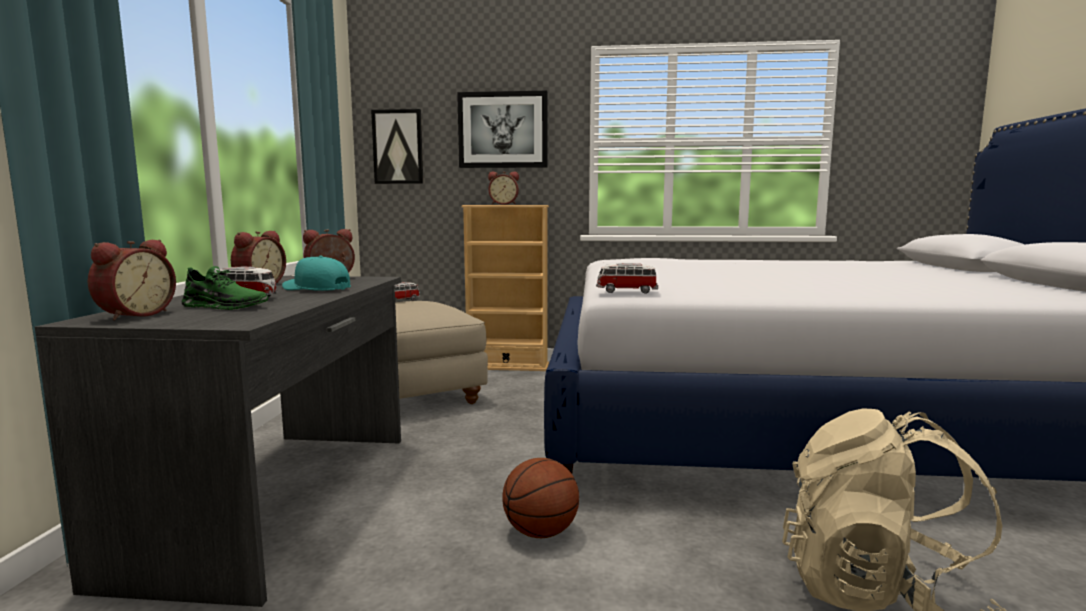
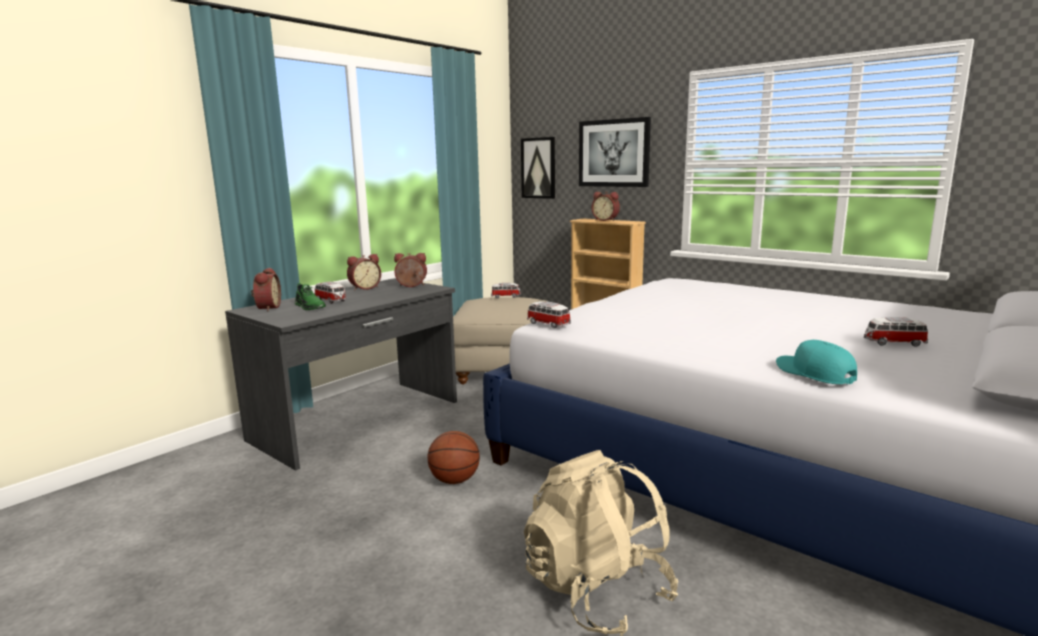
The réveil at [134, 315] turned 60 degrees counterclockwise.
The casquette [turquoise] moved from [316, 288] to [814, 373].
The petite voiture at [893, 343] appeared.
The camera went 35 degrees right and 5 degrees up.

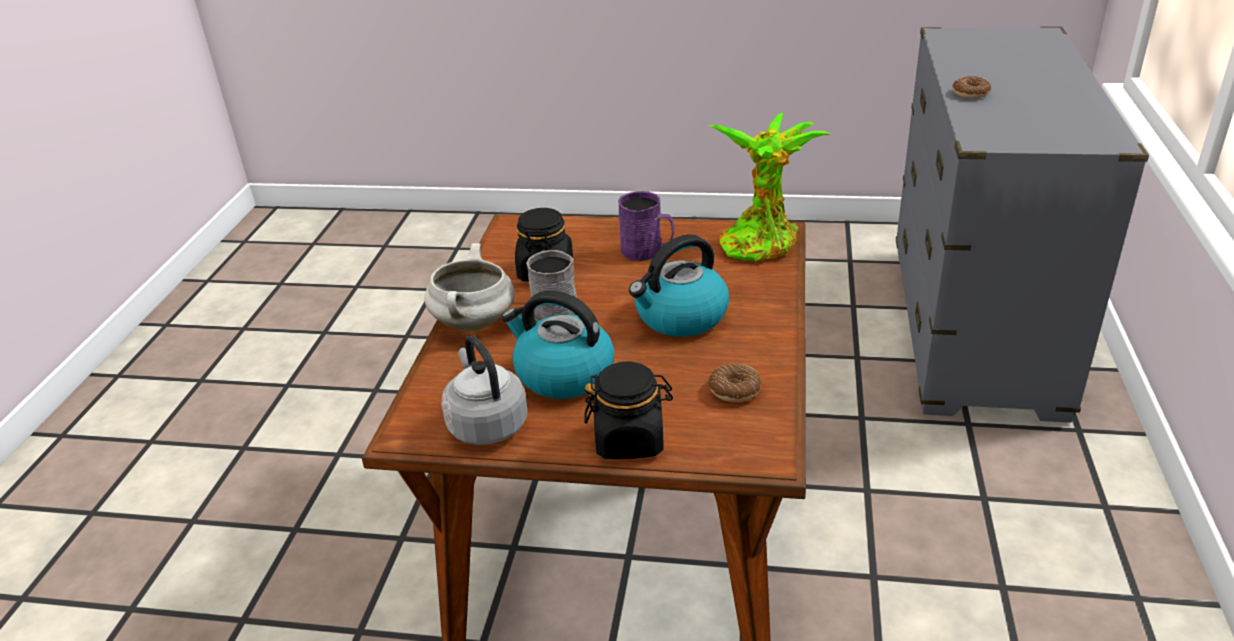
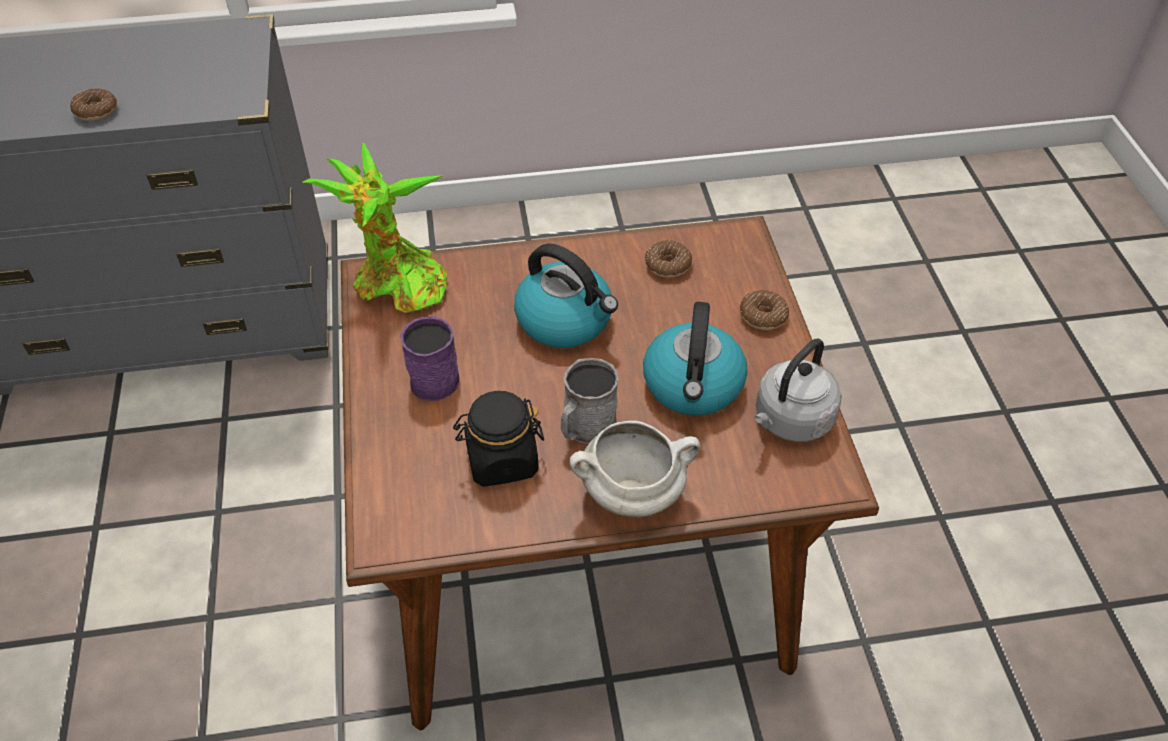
The bocal [noir] at [630, 440] was replaced by the beignet at [763, 316].
The camera went 110 degrees left and 15 degrees up.

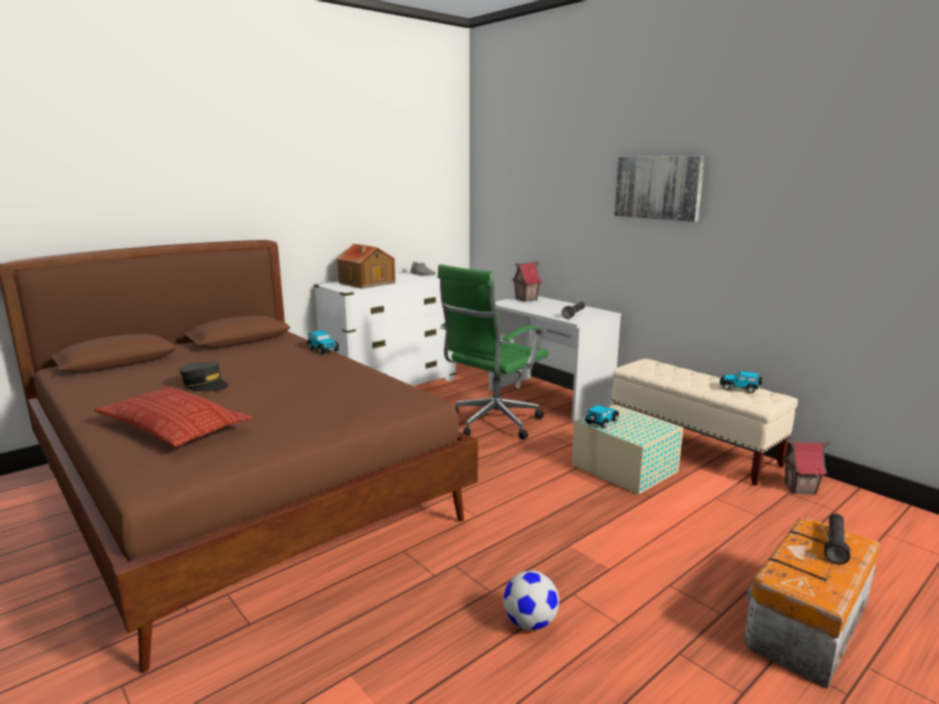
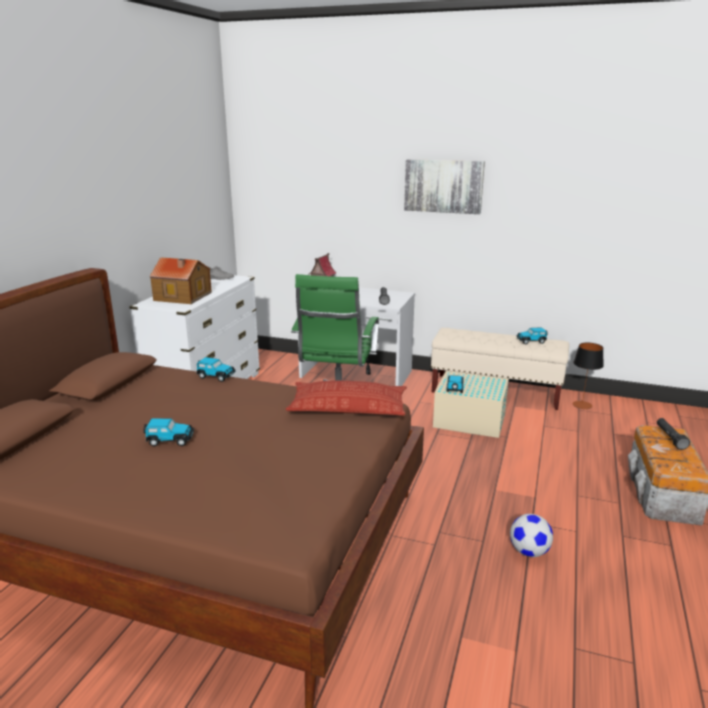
The casquette [gris] at [205, 385] was replaced by the petite voiture at [169, 440].
The coussin moved from [173, 425] to [347, 407].
The maison miniature at [800, 489] was replaced by the lampe de table at [582, 405].
The camera went 30 degrees left and 5 degrees up.

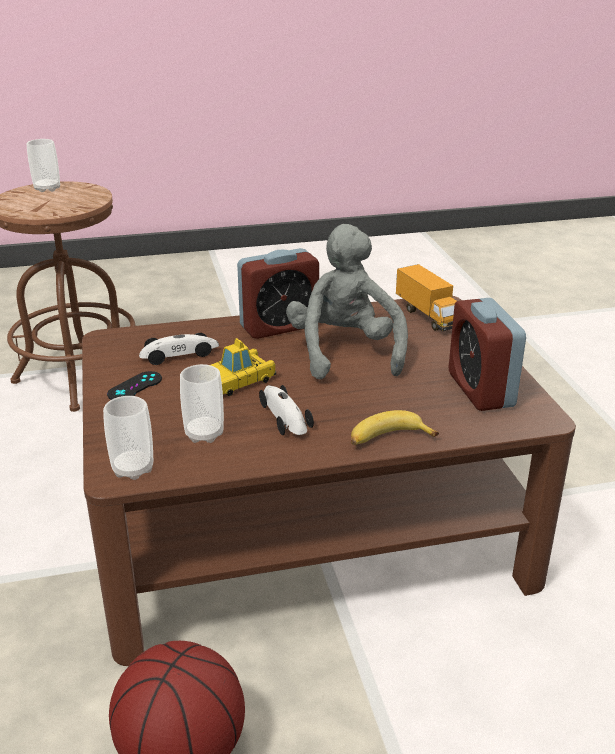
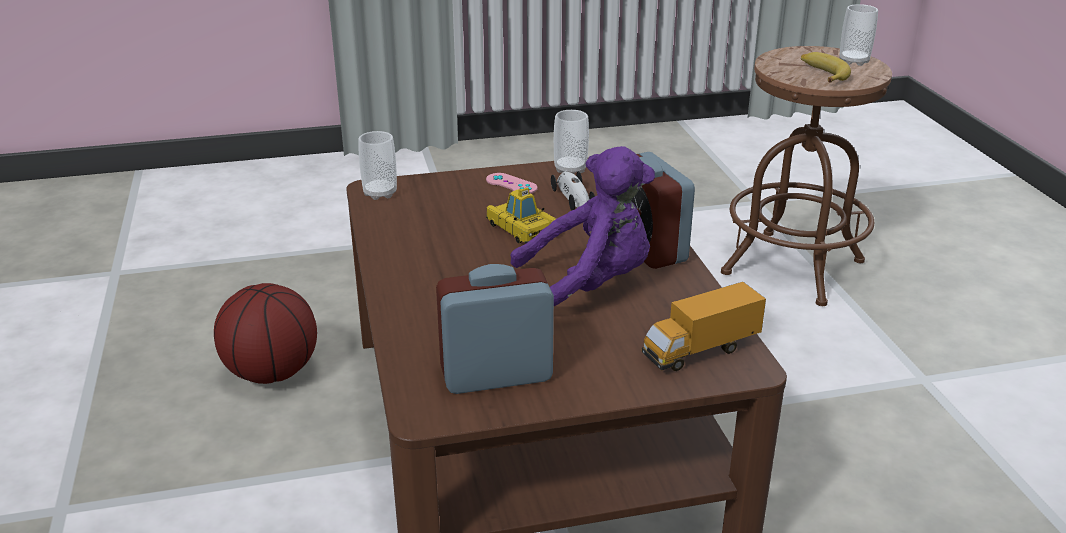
The peluche [gris] at [345, 352] became the peluche [violet] at [588, 287].
The tasse moved from [204, 434] to [570, 169].
The manette [noir] at [135, 386] became the manette [rose] at [511, 184].
The petite voiture at [283, 416] disappeared.
The banane moved from [388, 439] to [822, 74].
The camera went 90 degrees right and 0 degrees up.

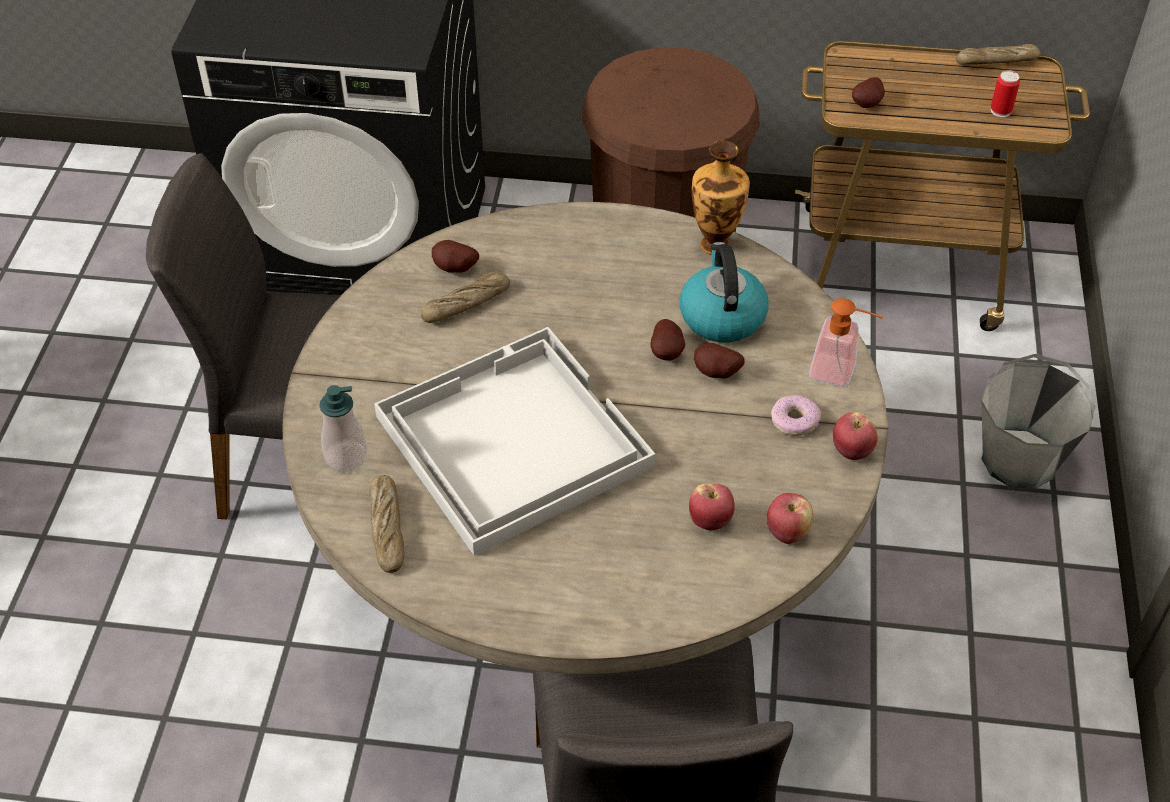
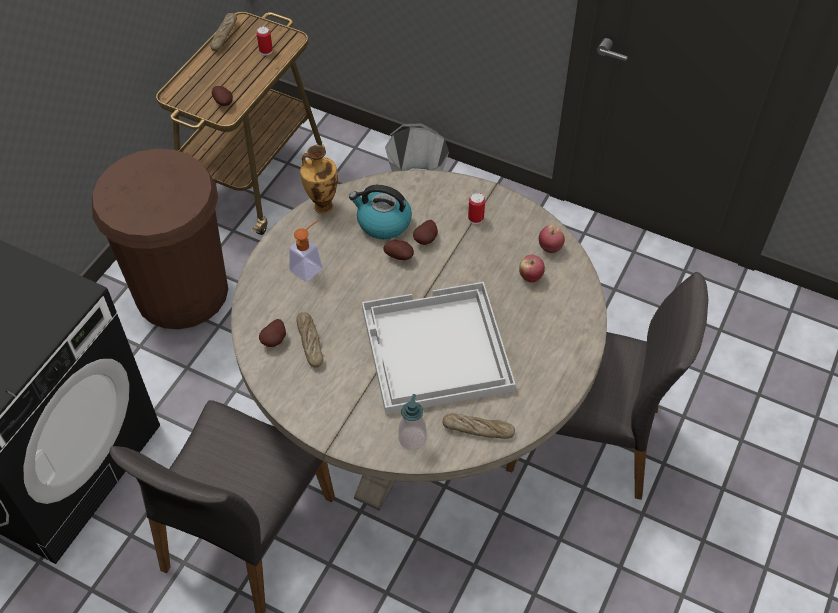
The distributeur de savon moved from [841, 373] to [310, 266].
The beignet at [794, 421] was replaced by the boîte métallique at [475, 218].
The pomme at [851, 451] disappeared.
The camera went 70 degrees left and 5 degrees up.

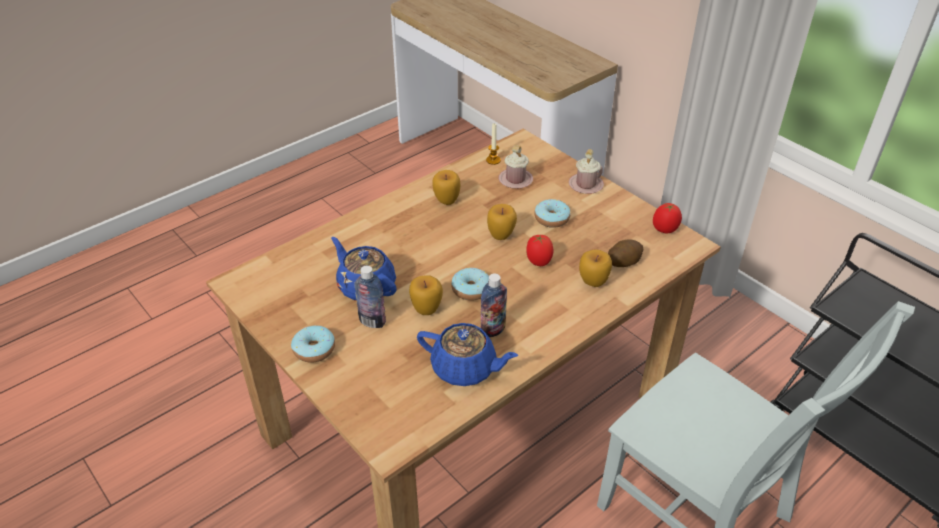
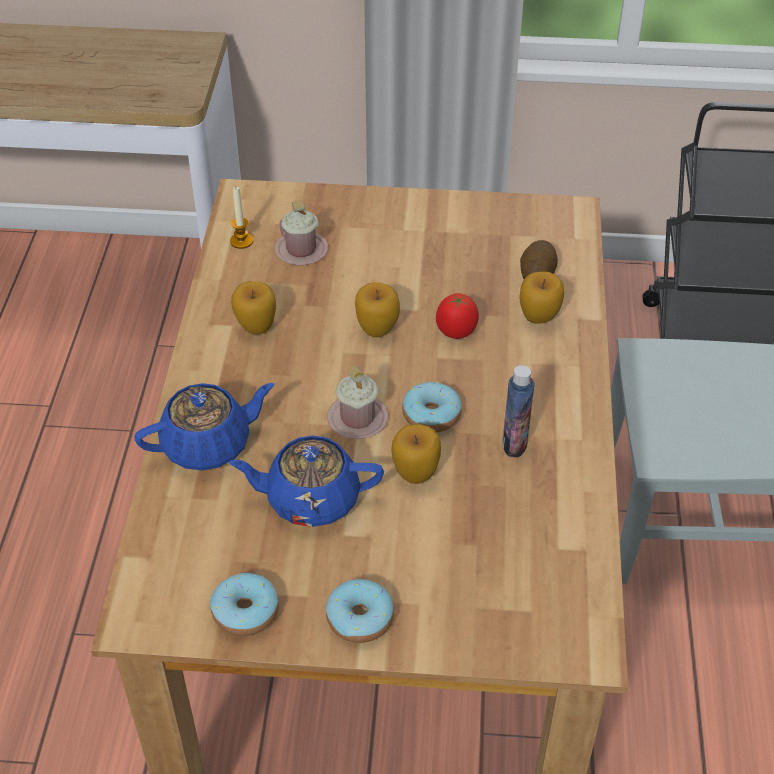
The mug [rose] moved from [585, 185] to [357, 418].
The beignet moved from [551, 219] to [245, 612].
The tomate at [665, 229] disappeared.
The bouteille at [372, 321] disappeared.
The théière [bleu] moved from [465, 368] to [208, 444].
The camera went 45 degrees left and 5 degrees up.

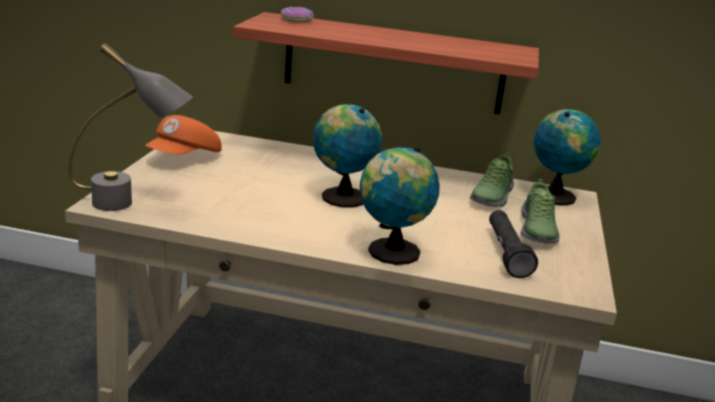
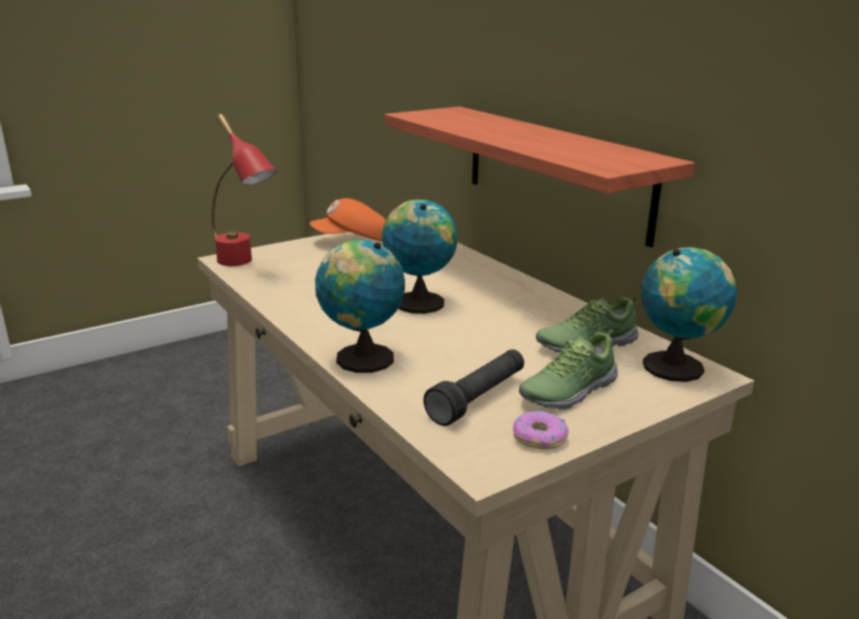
The beignet moved from [296, 20] to [539, 437].
The lampe de table [gris] at [131, 205] became the lampe de table [rouge] at [243, 264].
The camera went 45 degrees right and 0 degrees up.

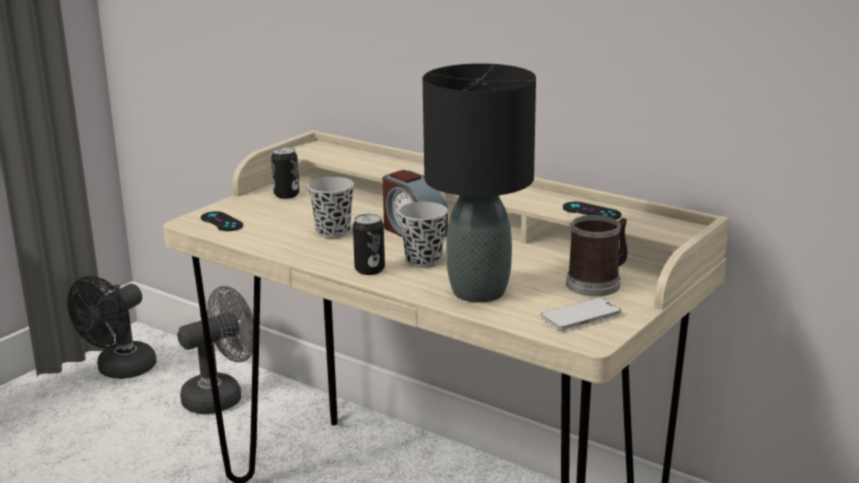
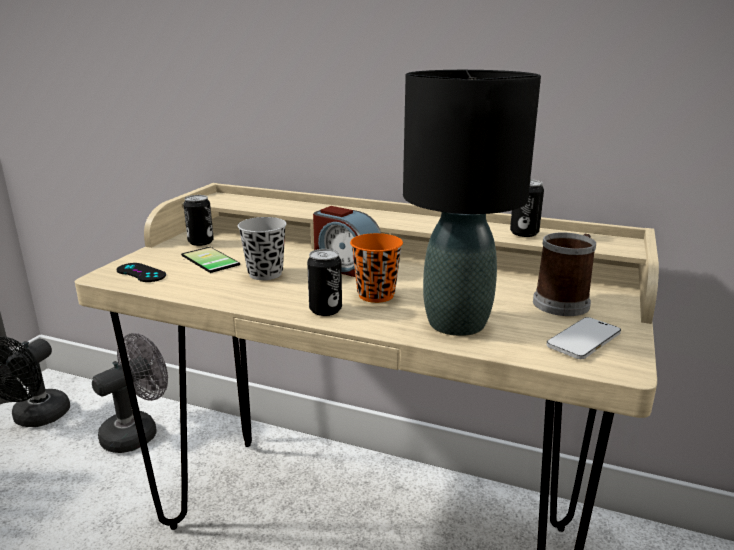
The tasse [noir] at [423, 261] became the tasse [orange] at [376, 295].
The manette [noir] at [591, 211] was replaced by the boîte métallique at [524, 233].
The téléphone at [207, 261] appeared.
The camera went 15 degrees left and 0 degrees up.

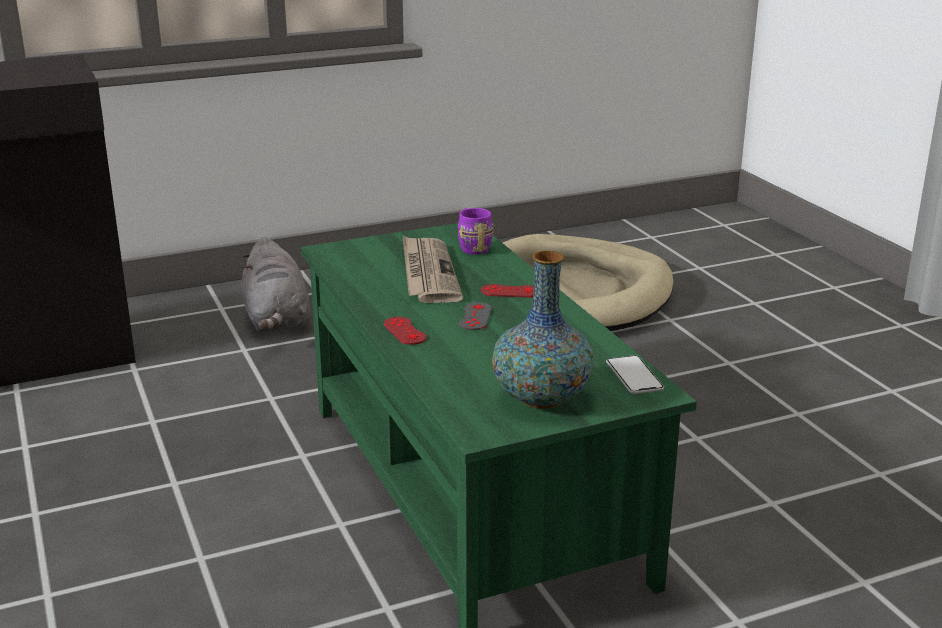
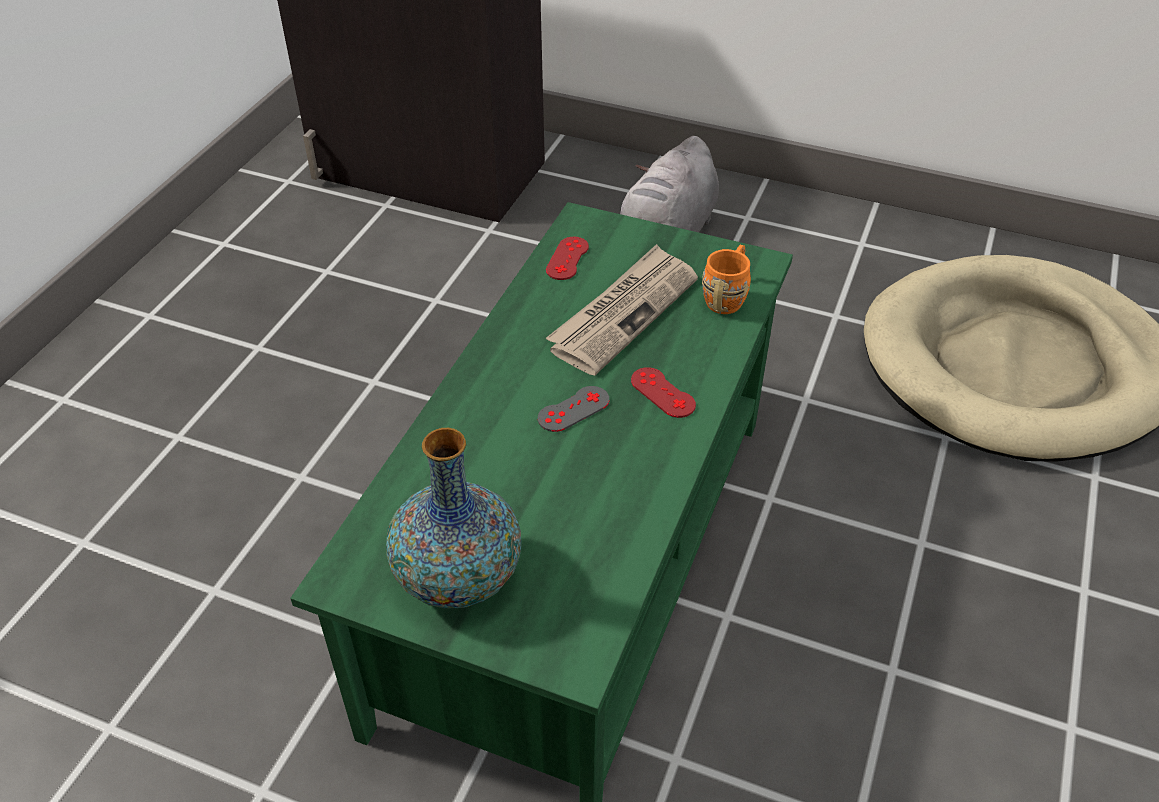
The mug [violet] at [472, 246] became the mug [orange] at [727, 296].
The manette [rouge] moved from [405, 331] to [567, 258].
The téléphone at [634, 376] disappeared.
The camera went 45 degrees right and 20 degrees up.

